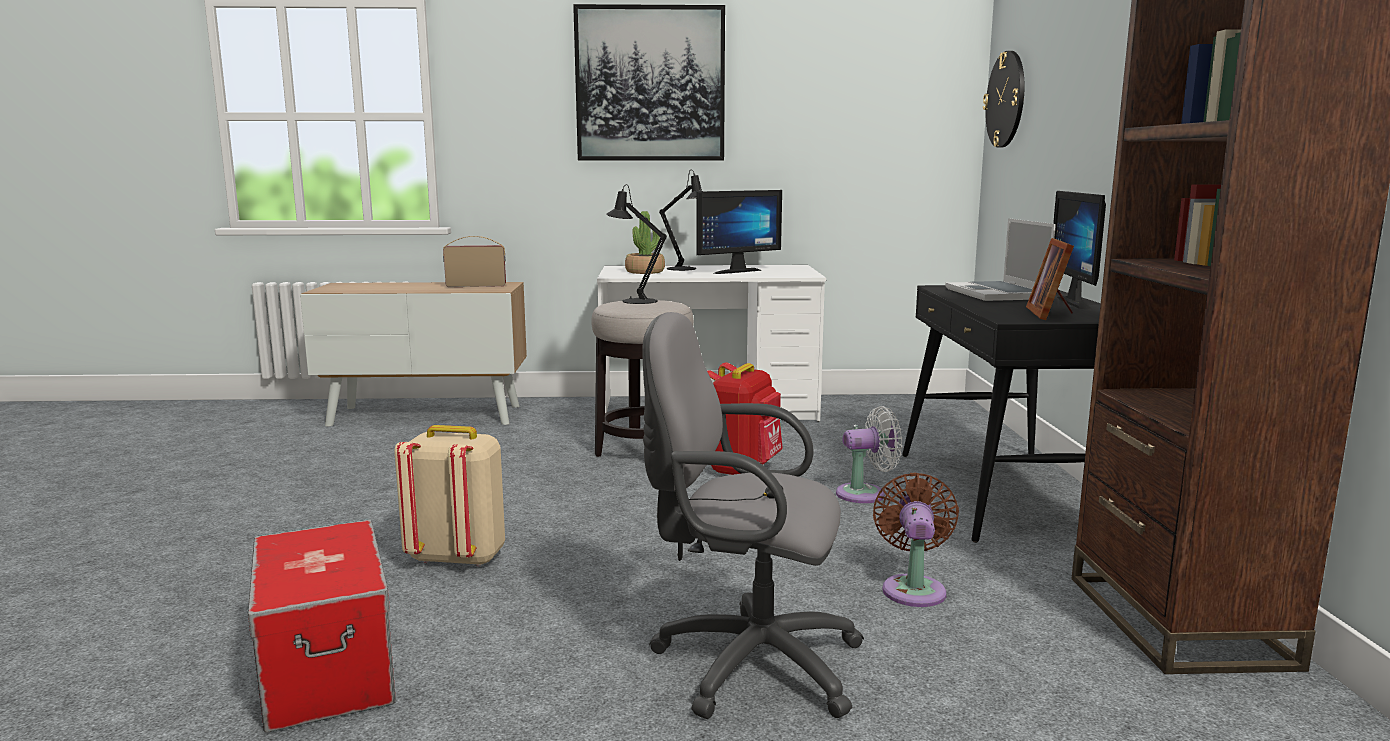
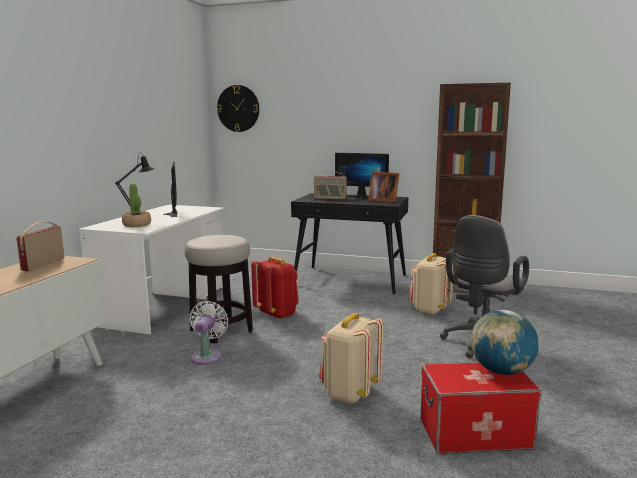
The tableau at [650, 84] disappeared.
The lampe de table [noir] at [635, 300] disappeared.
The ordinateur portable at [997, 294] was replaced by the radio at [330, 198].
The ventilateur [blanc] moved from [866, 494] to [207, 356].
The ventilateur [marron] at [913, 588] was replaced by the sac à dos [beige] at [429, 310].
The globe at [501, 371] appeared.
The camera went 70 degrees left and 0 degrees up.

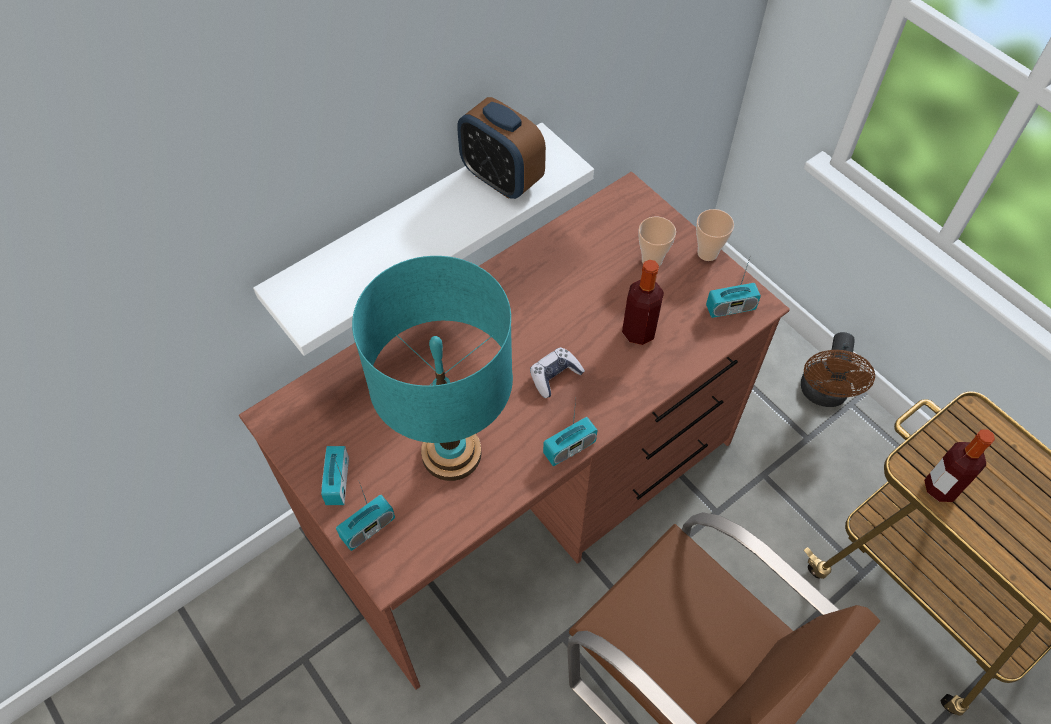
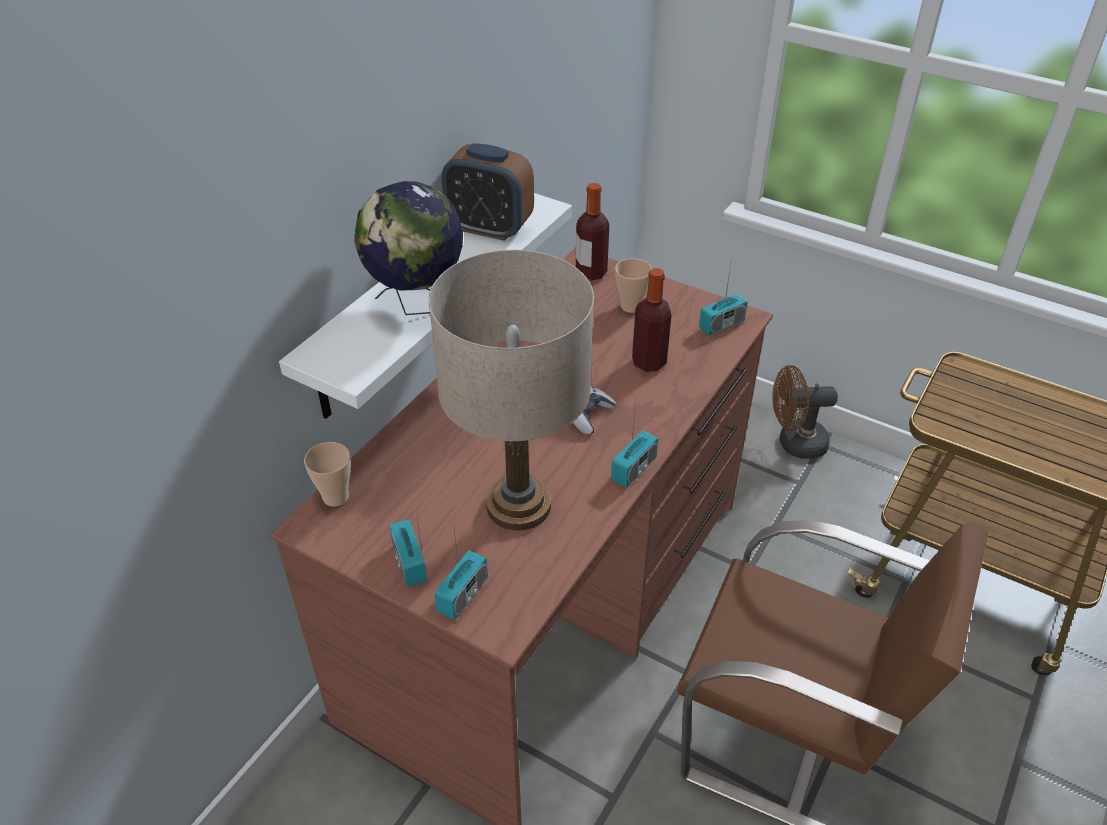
The tasse moved from [707, 253] to [335, 497].
The lampe de table [turquoise] at [452, 454] became the lampe de table [beige] at [519, 506].
The ventilateur [marron] at [823, 394] turned 90 degrees clockwise.
The bouteille moved from [941, 487] to [591, 273].
The globe at [417, 304] appeared.
The camera went 20 degrees left and 15 degrees down.

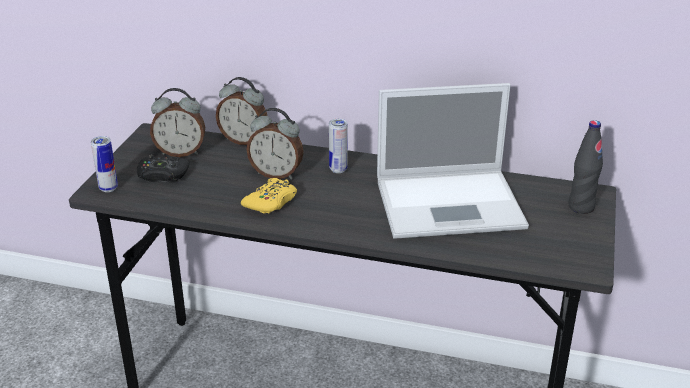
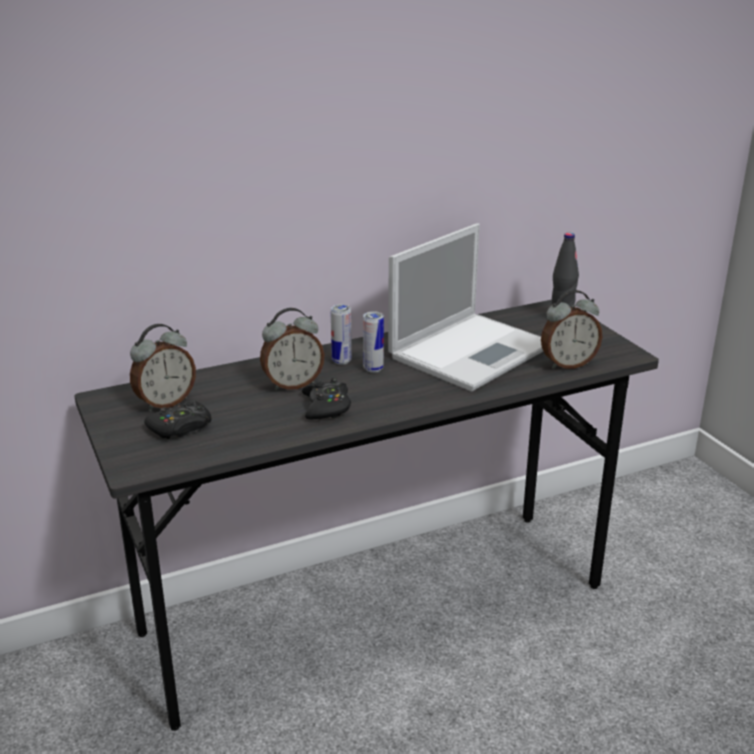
The réveil moved from [244, 140] to [567, 364].
The boîte métallique moved from [108, 188] to [373, 369].
The manette [jaune] at [271, 202] became the manette [noir] at [326, 407].
The camera went 40 degrees left and 5 degrees down.

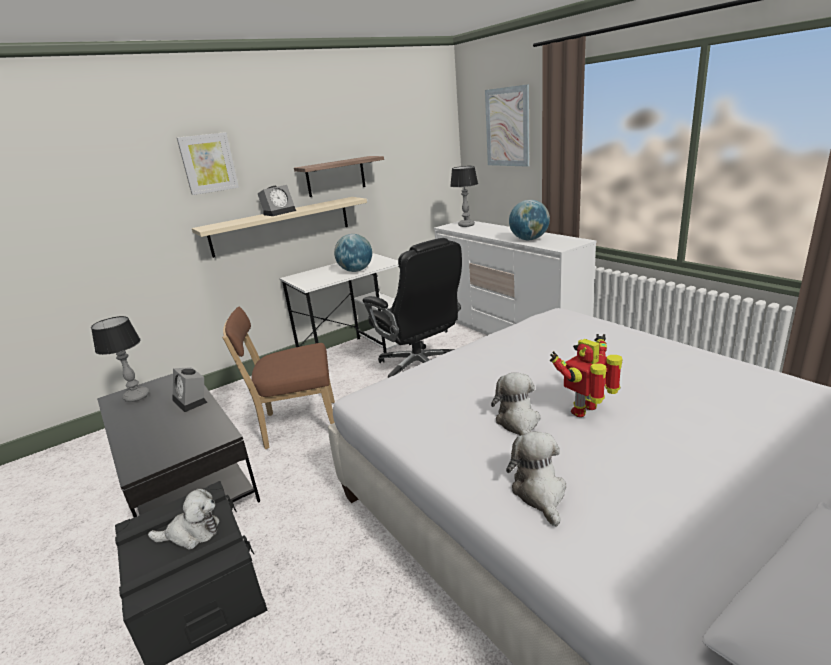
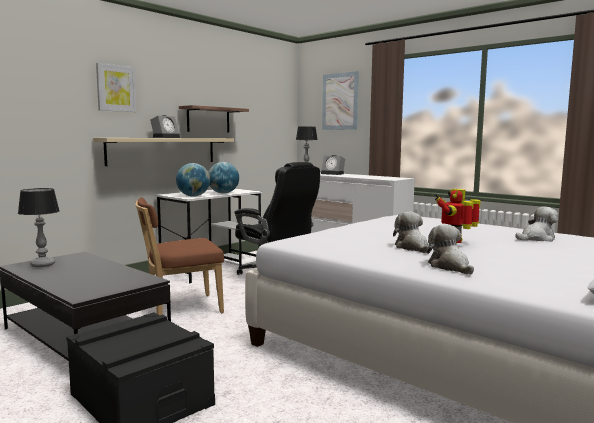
The globe moved from [529, 239] to [193, 196].
The réveil moved from [192, 401] to [333, 174].
The peluche moved from [192, 533] to [537, 238].
The camera went 15 degrees left and 15 degrees down.

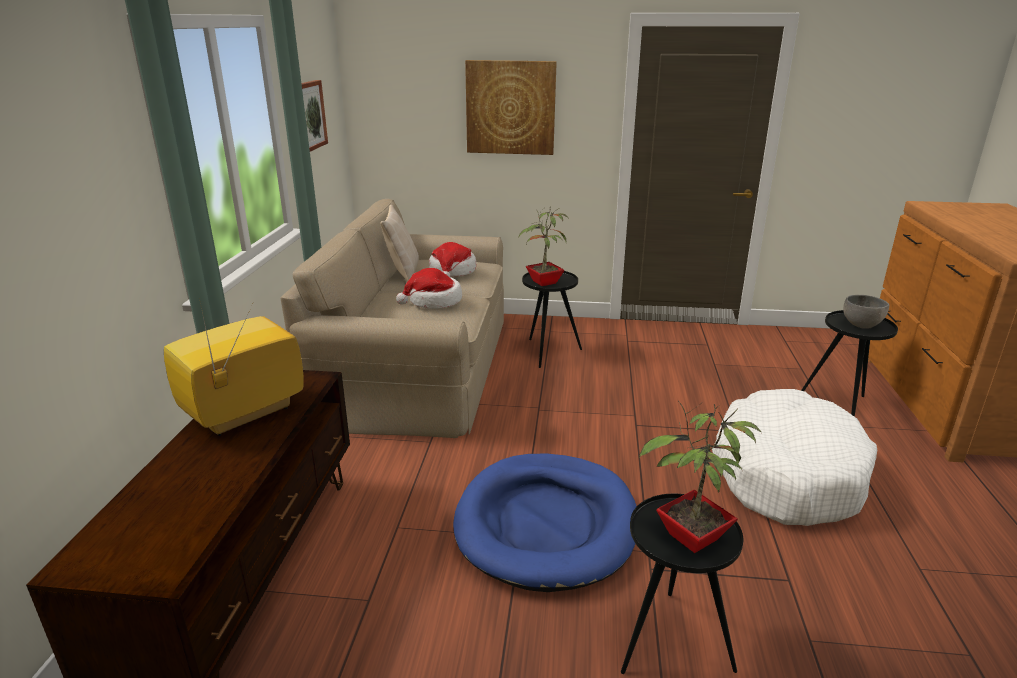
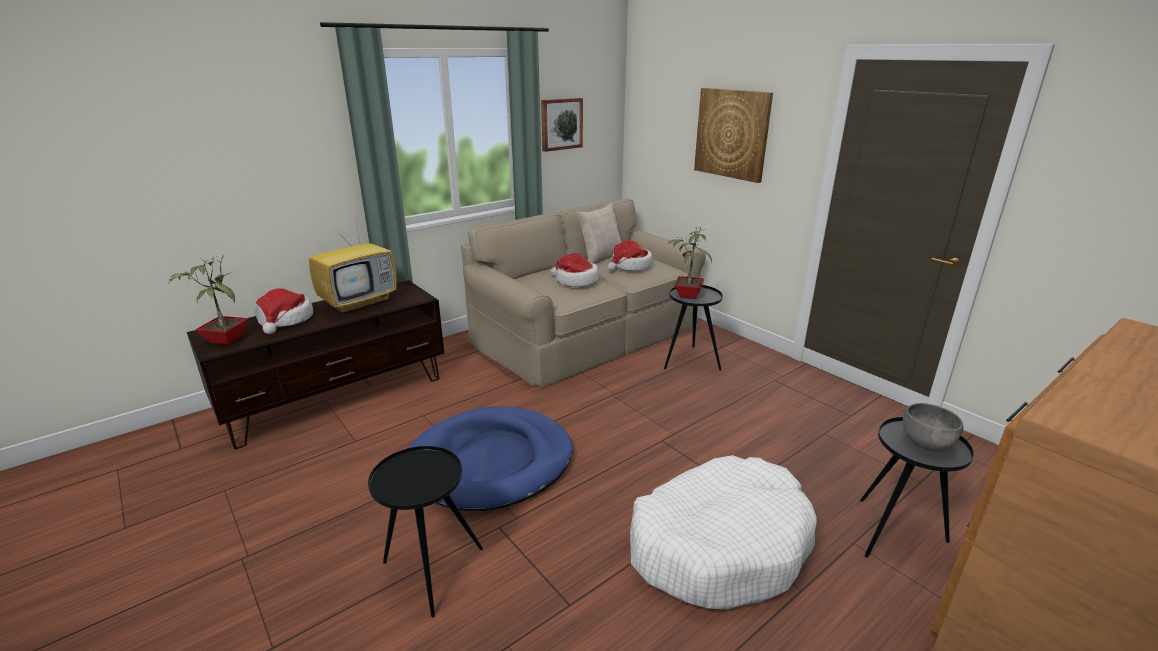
The téléviseur at [243, 415] turned 135 degrees clockwise.
The plante en pot moved from [690, 539] to [225, 339].
The chapeau at [285, 320] appeared.
The camera went 45 degrees right and 0 degrees up.

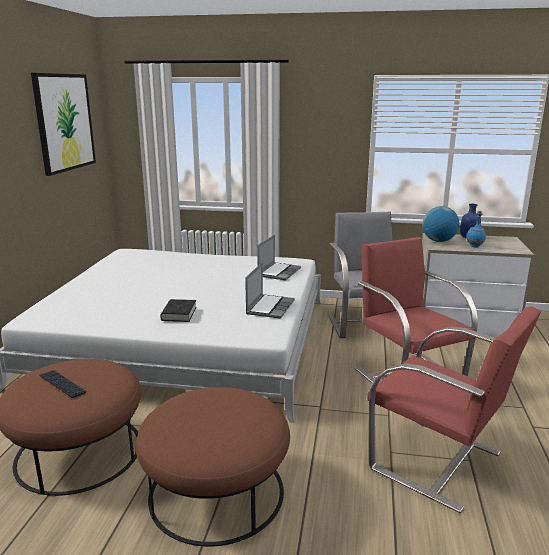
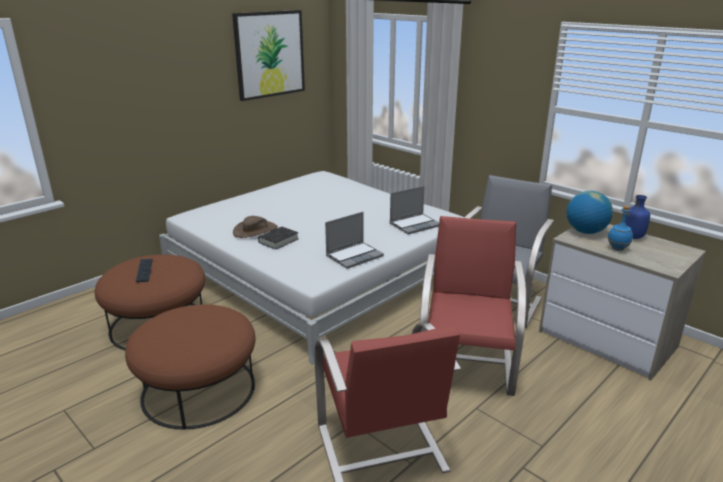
The chapeau [marron] at [255, 230] appeared.
The camera went 35 degrees right and 5 degrees up.

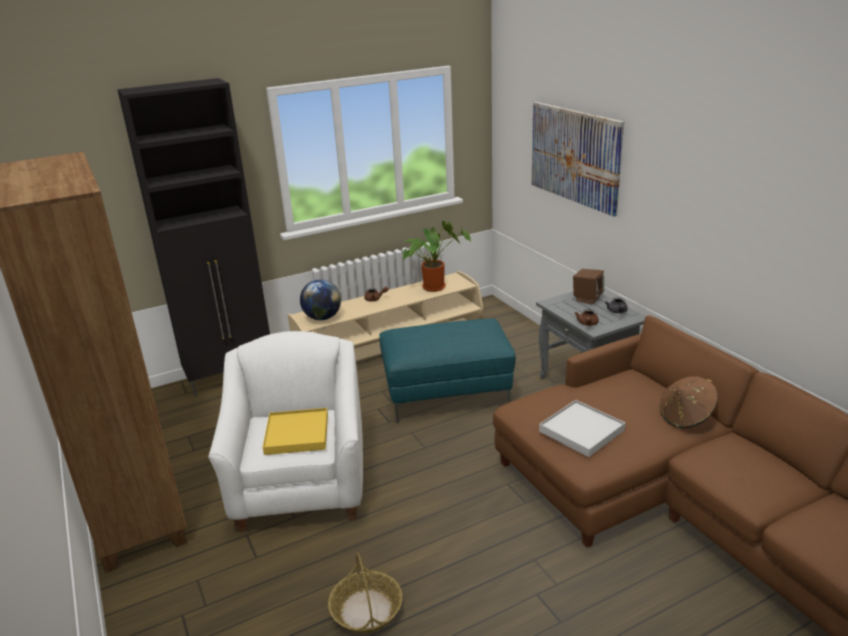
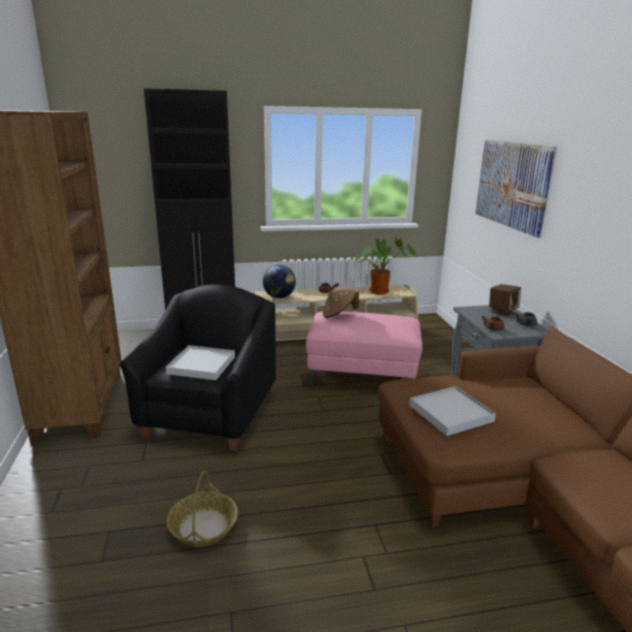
The pouf [turquoise] at [447, 395] became the pouf [rose] at [362, 375].
The fauteuil [blanc] at [301, 484] became the fauteuil [noir] at [210, 415].
The chapeau [marron] moved from [686, 417] to [338, 315].
The plateau [jaune] at [297, 434] became the plateau [blanc] at [201, 365].
The camera went 15 degrees right and 5 degrees down.

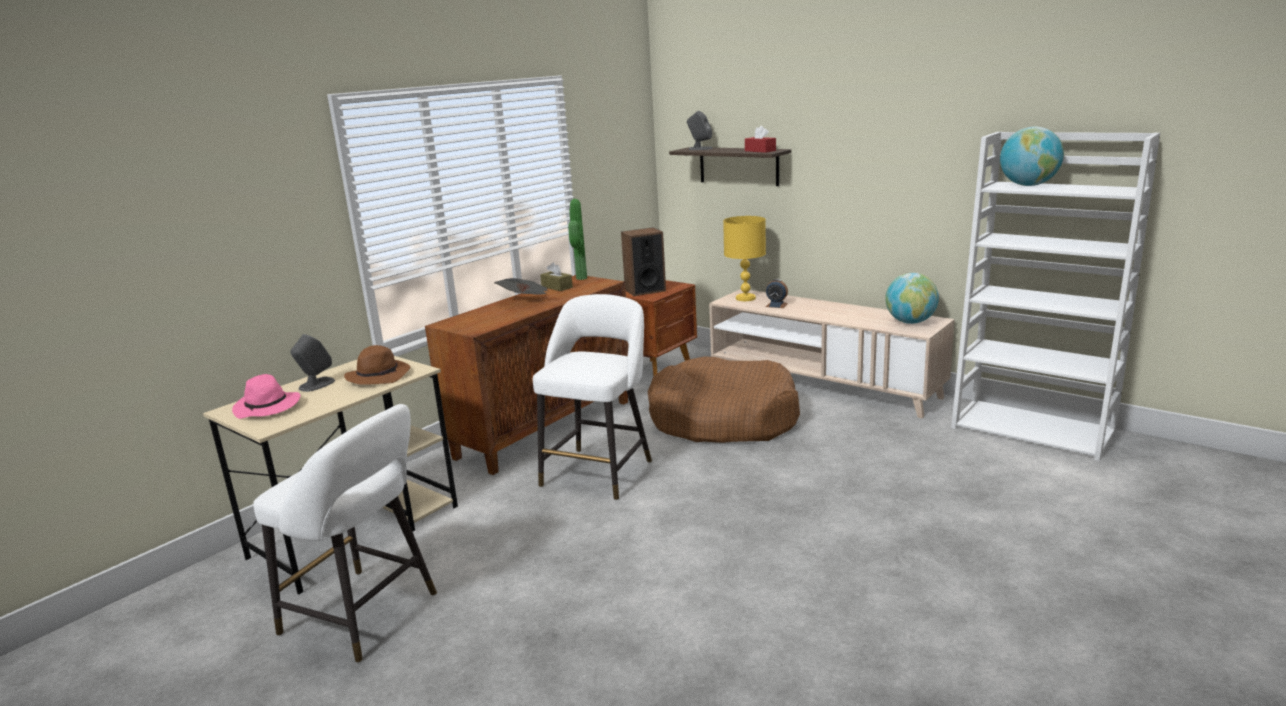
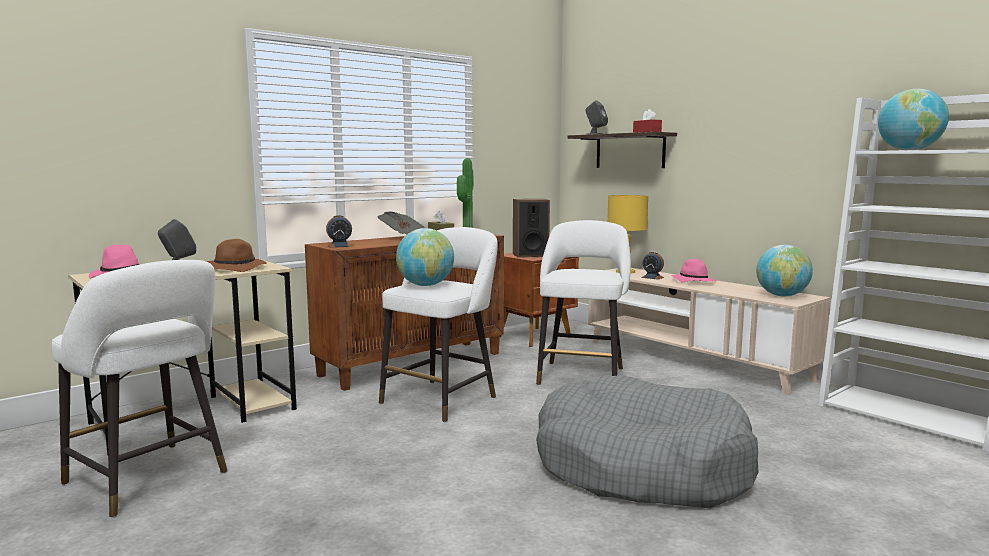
The panier pour chien [marron] at [723, 419] was replaced by the tabouret [blanc] at [581, 374].
The réveil at [339, 246] appeared.
The globe at [425, 285] appeared.
The chapeau [rose] at [692, 281] appeared.
The panier pour chien [gris] at [641, 466] appeared.
The camera went 10 degrees right and 10 degrees down.

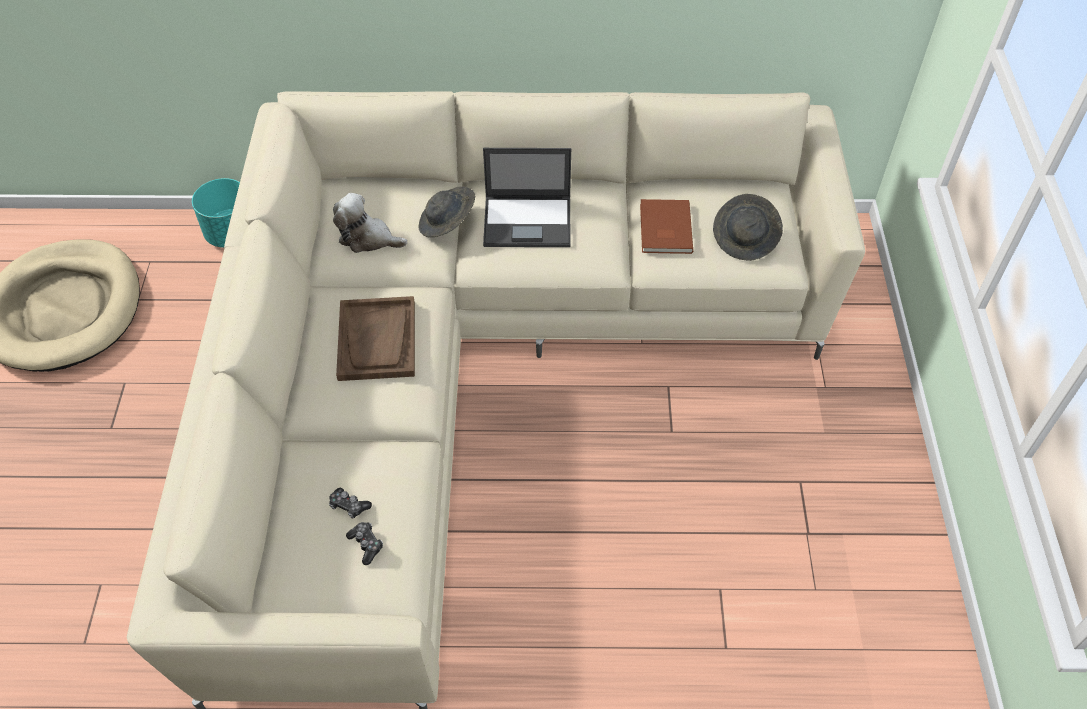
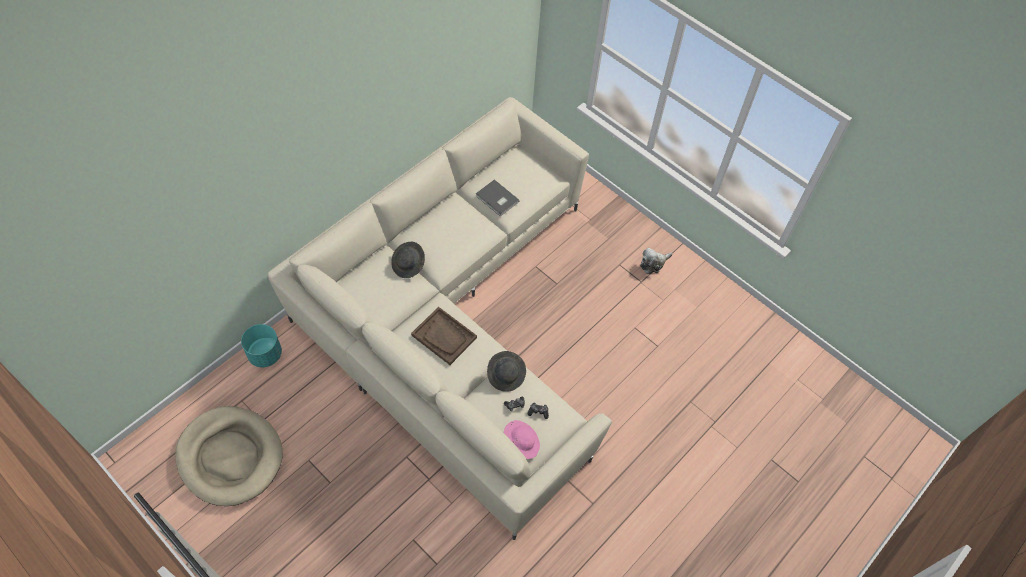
The ordinateur portable at [528, 221] disappeared.
The peluche moved from [368, 238] to [653, 264].
The chapeau [gris] moved from [746, 239] to [506, 375].
The livre [marron] at [663, 229] became the livre [gris] at [497, 199].
The chapeau [rose] at [521, 443] appeared.
The camera went 50 degrees left and 5 degrees up.

